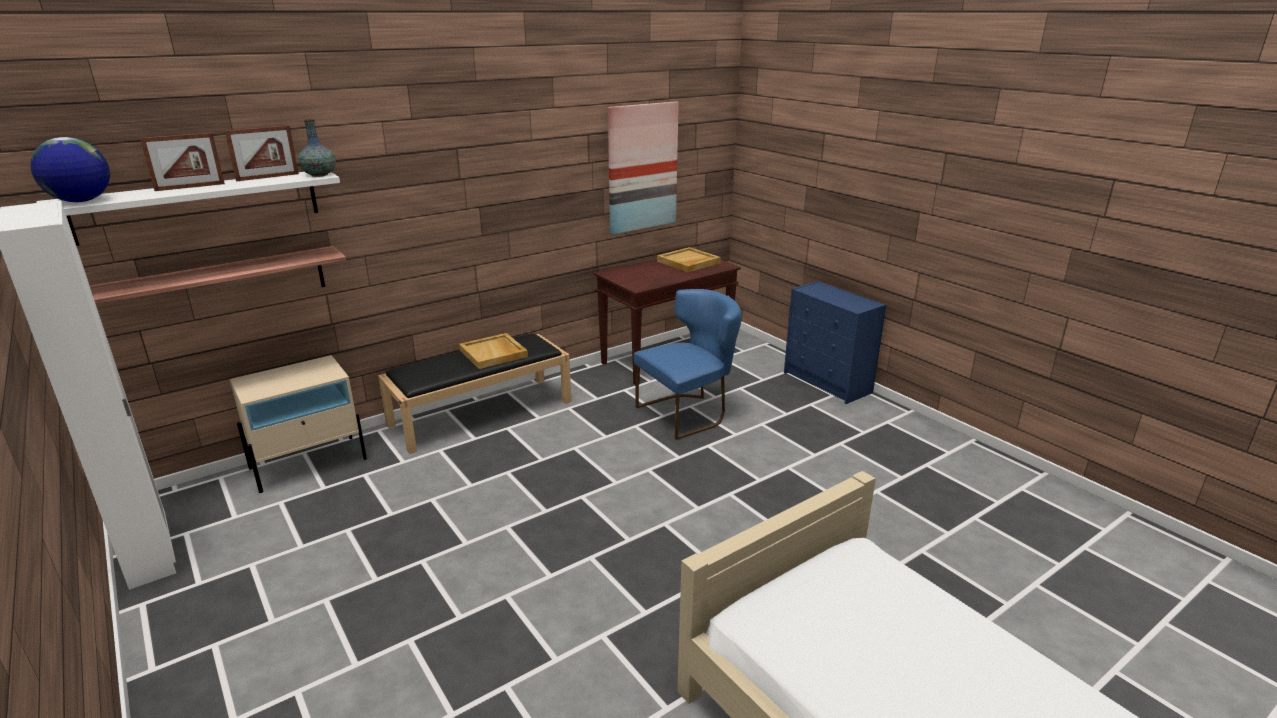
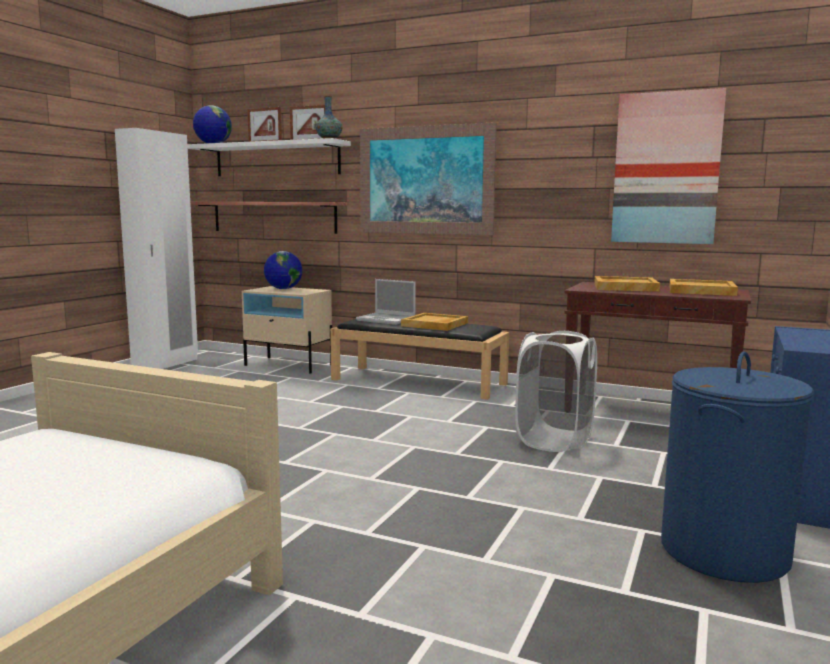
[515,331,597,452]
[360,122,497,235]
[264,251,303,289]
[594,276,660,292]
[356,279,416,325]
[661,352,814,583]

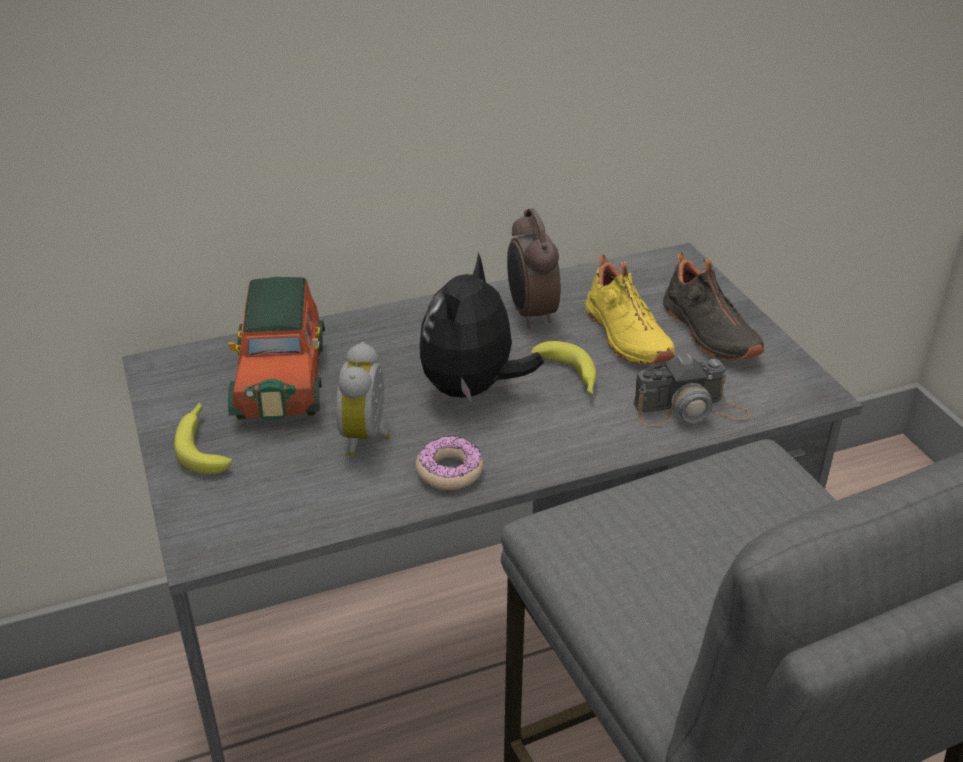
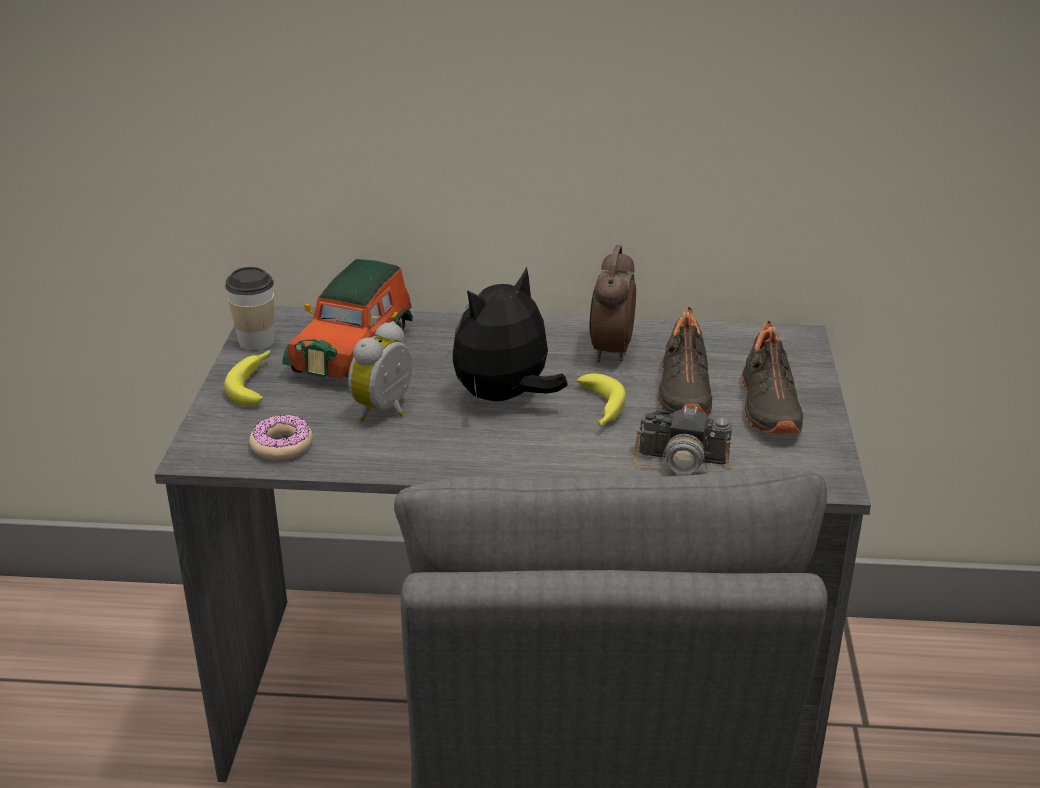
[658,307,712,416]
[249,414,313,460]
[225,267,274,350]

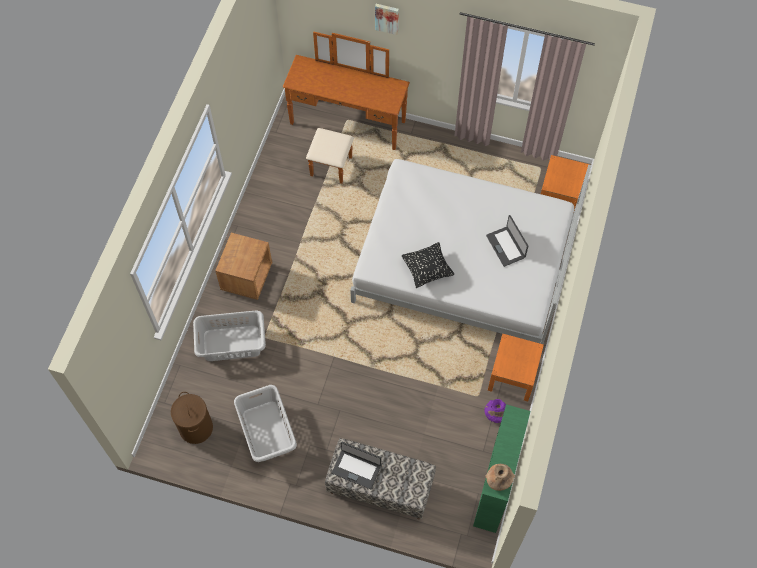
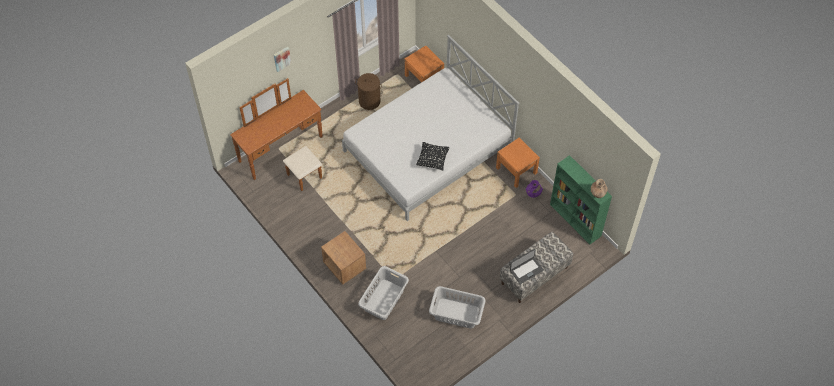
[486,215,528,267] (first image)
[355,73,382,110]

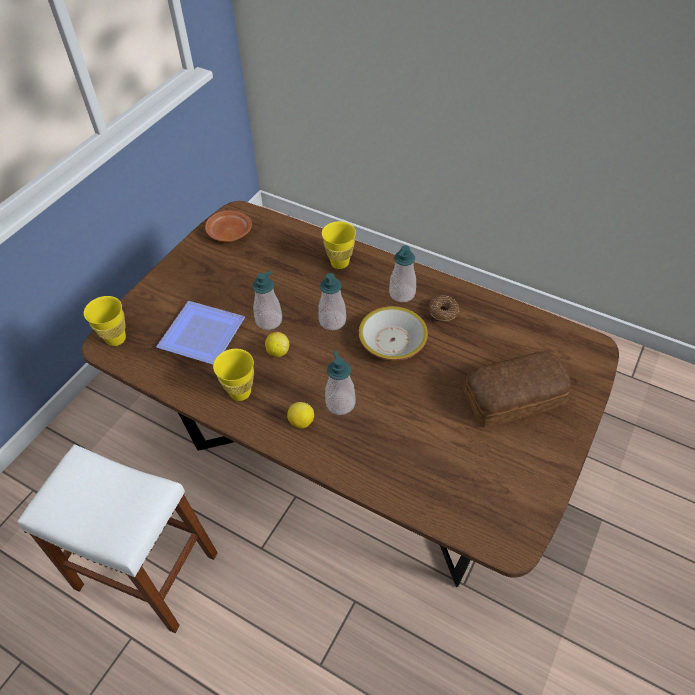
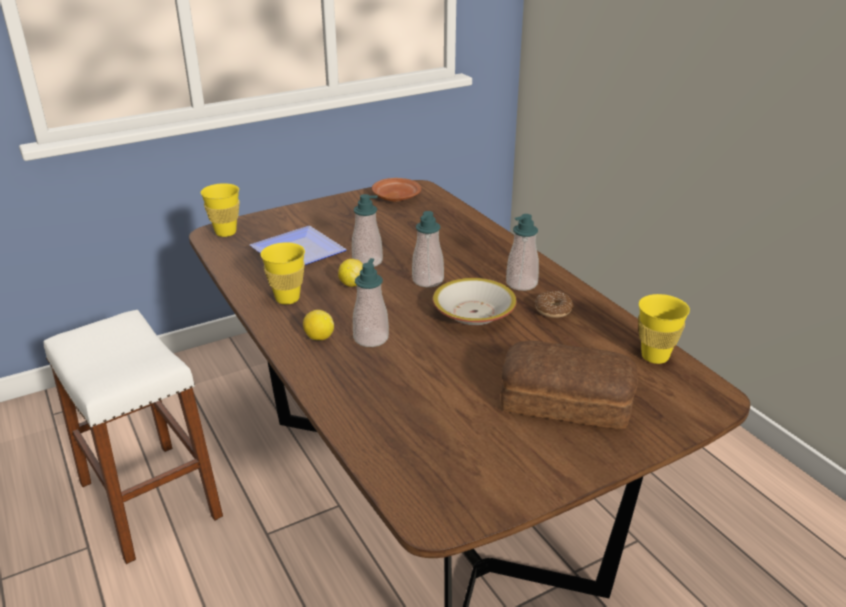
[638,294,690,364]

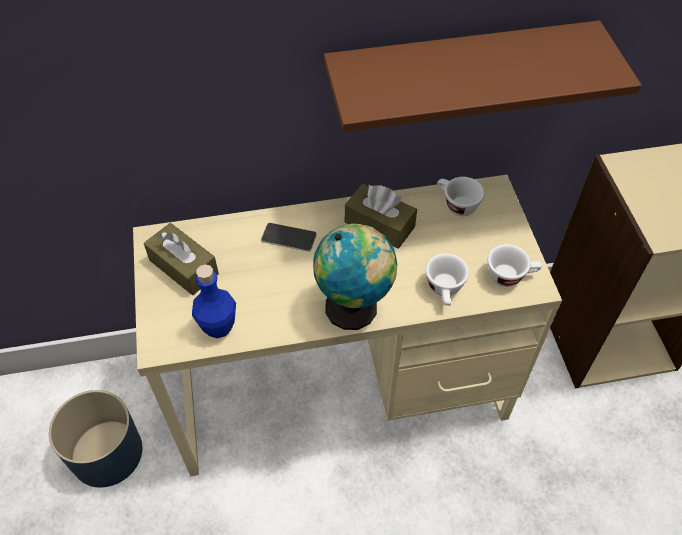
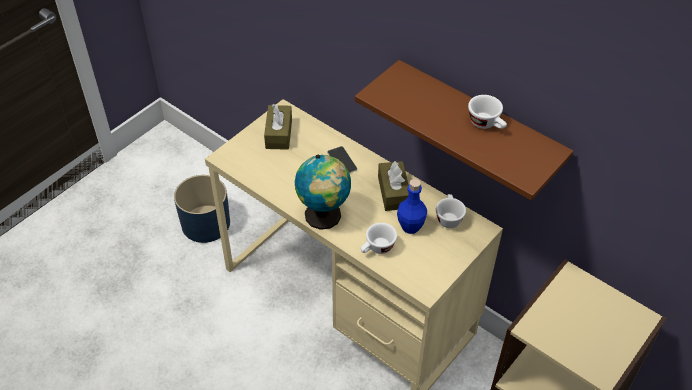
[468,95,507,129]
[397,179,427,234]

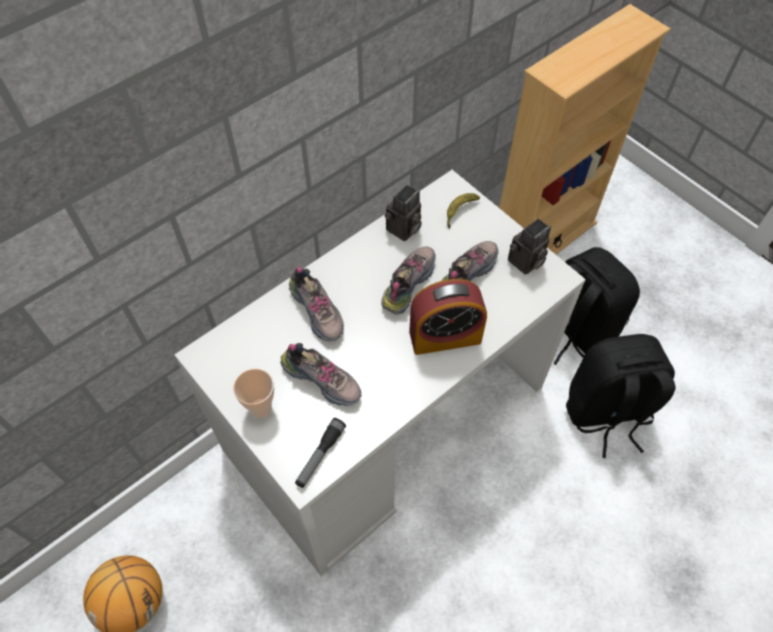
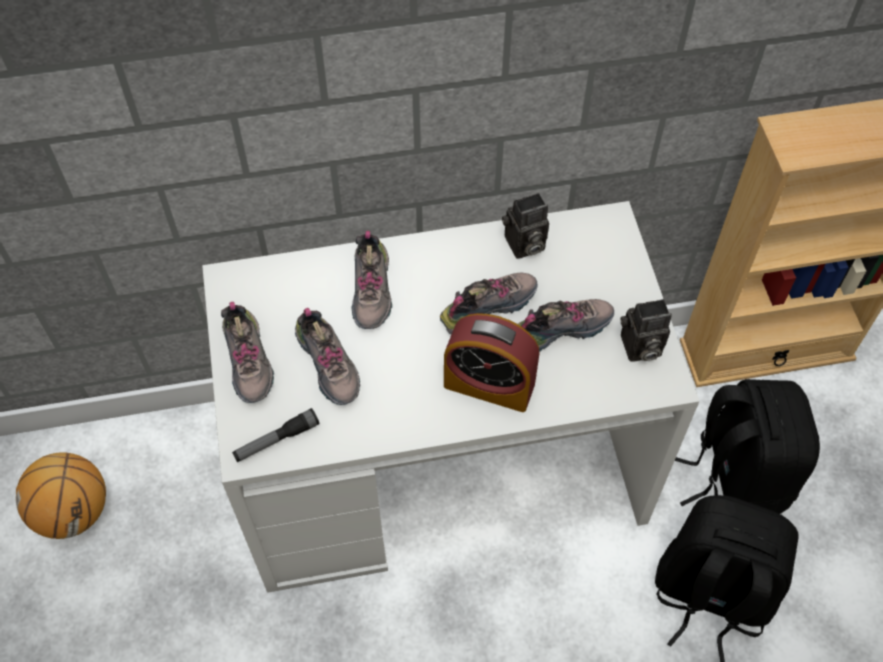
[447,193,480,229] (first image)
[221,302,274,403]

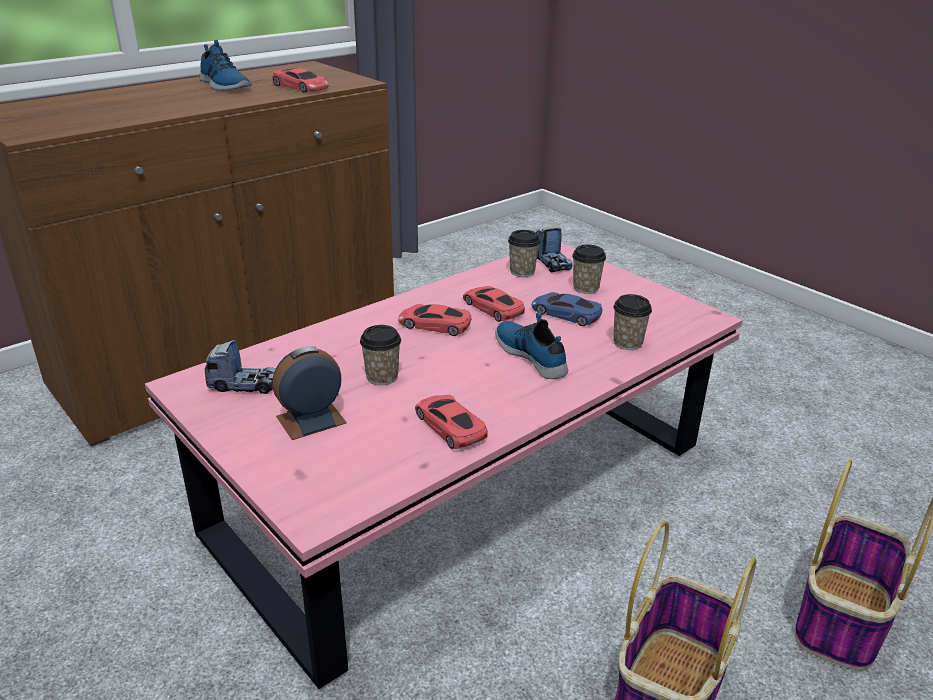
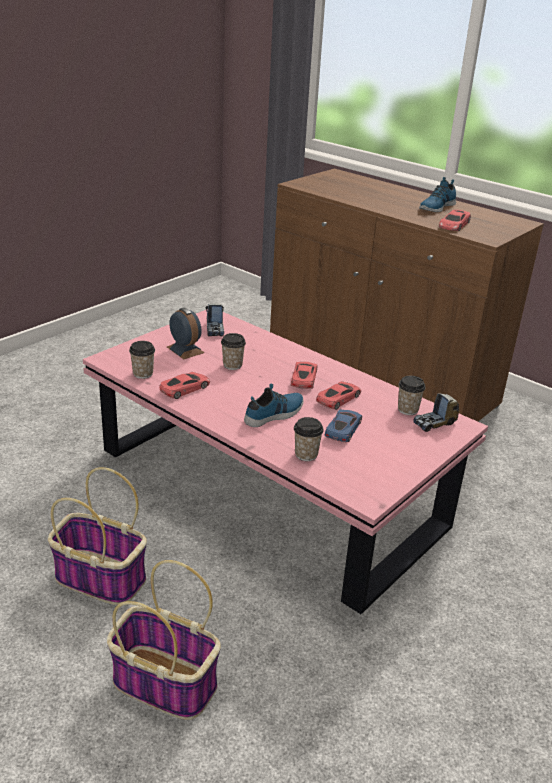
[129,341,155,379]

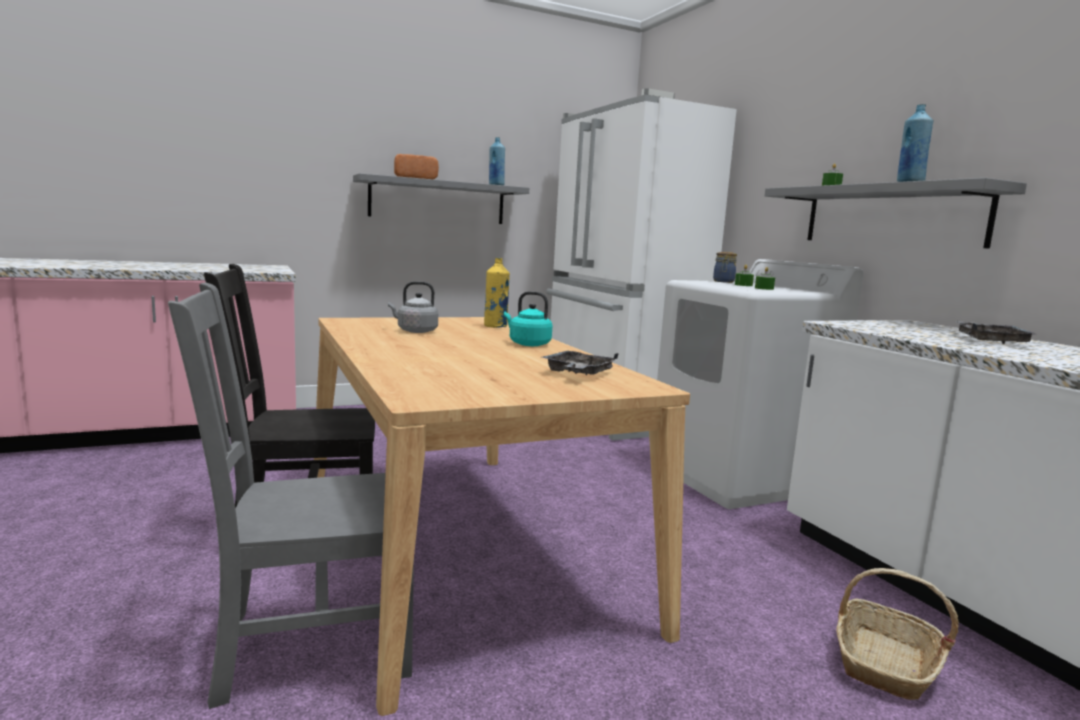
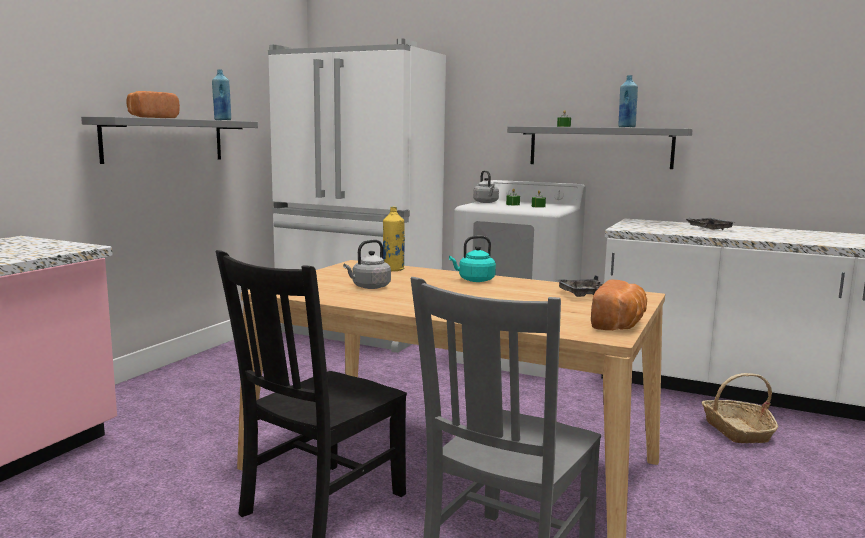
[473,170,499,203]
[591,279,647,330]

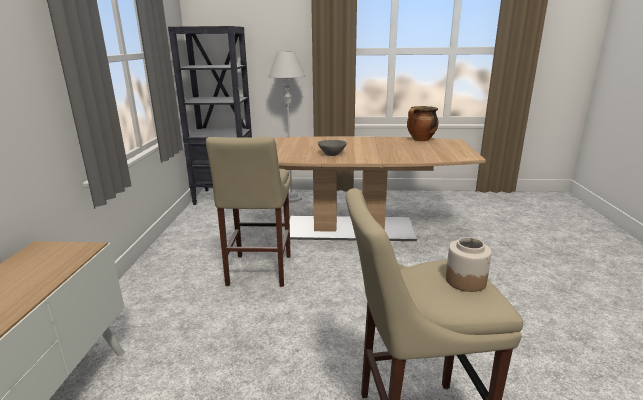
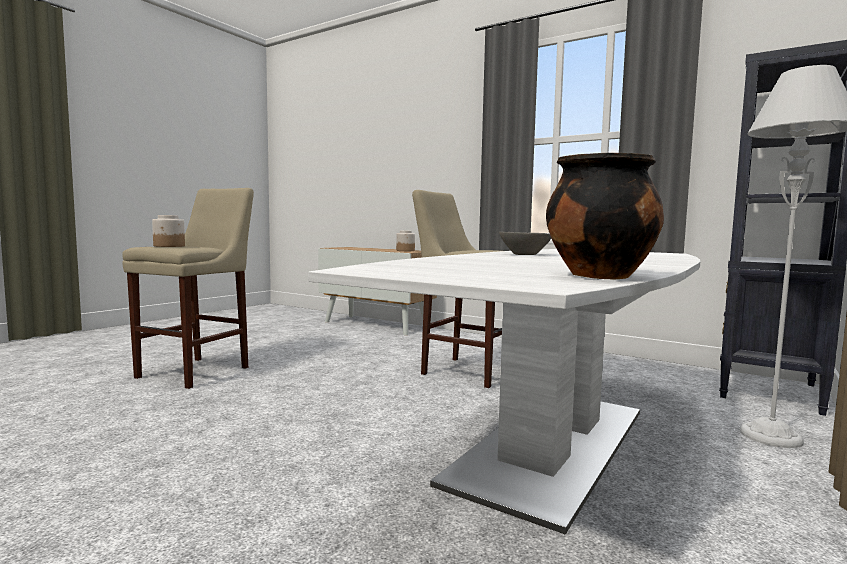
[308,249,700,535]
[396,231,415,251]

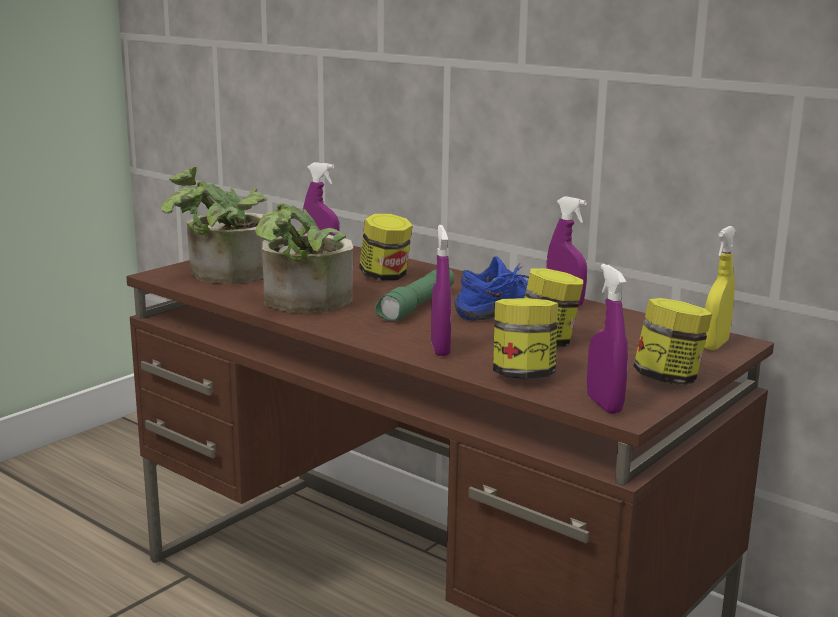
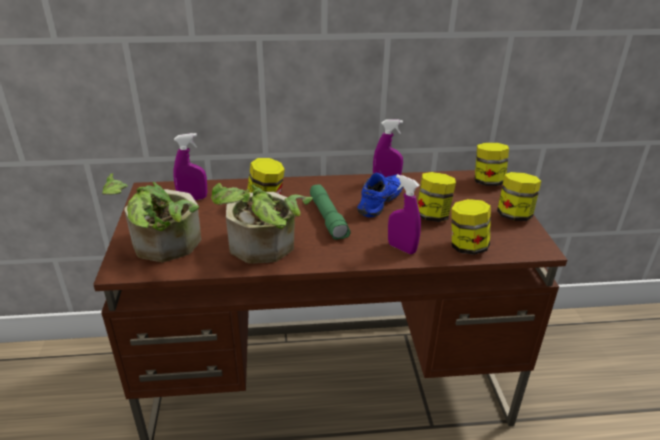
[475,143,509,186]
[587,264,628,414] (first image)

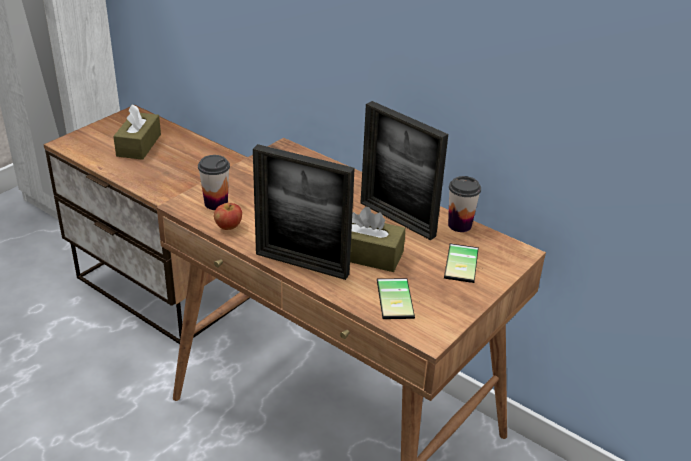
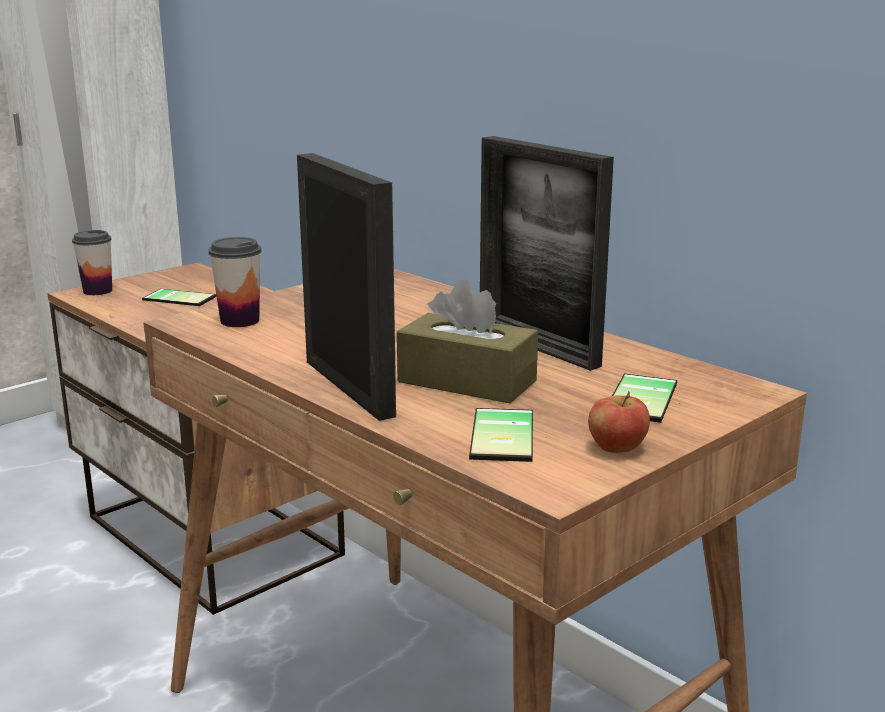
[142,289,217,306]
[297,153,396,421]
[72,230,112,295]
[588,391,650,453]

